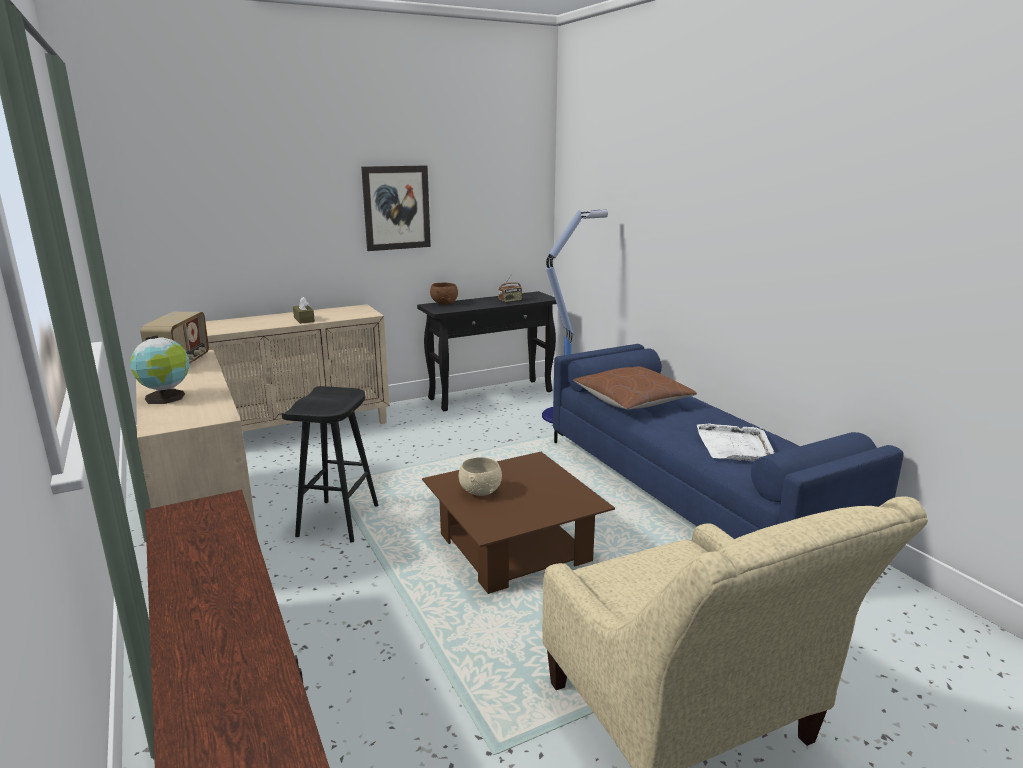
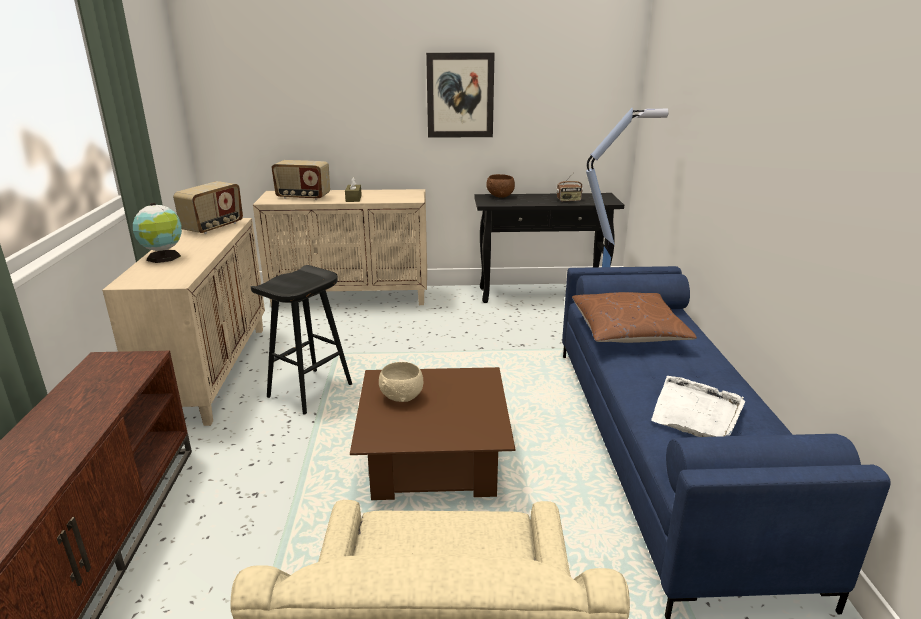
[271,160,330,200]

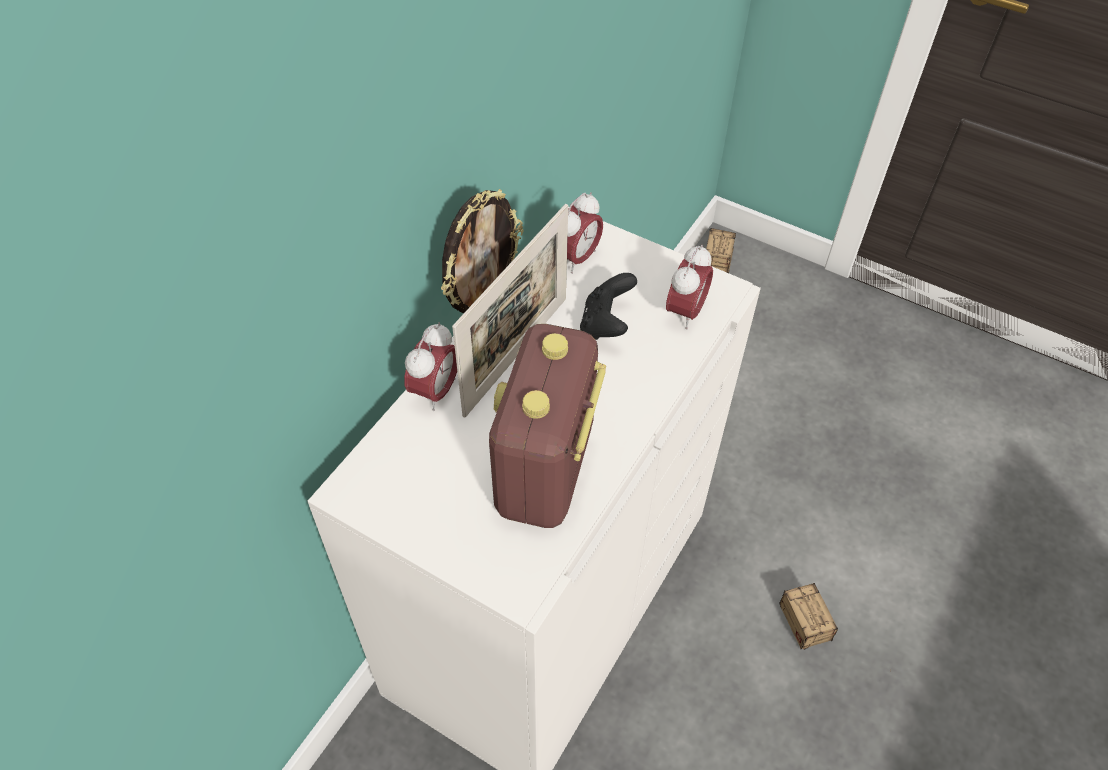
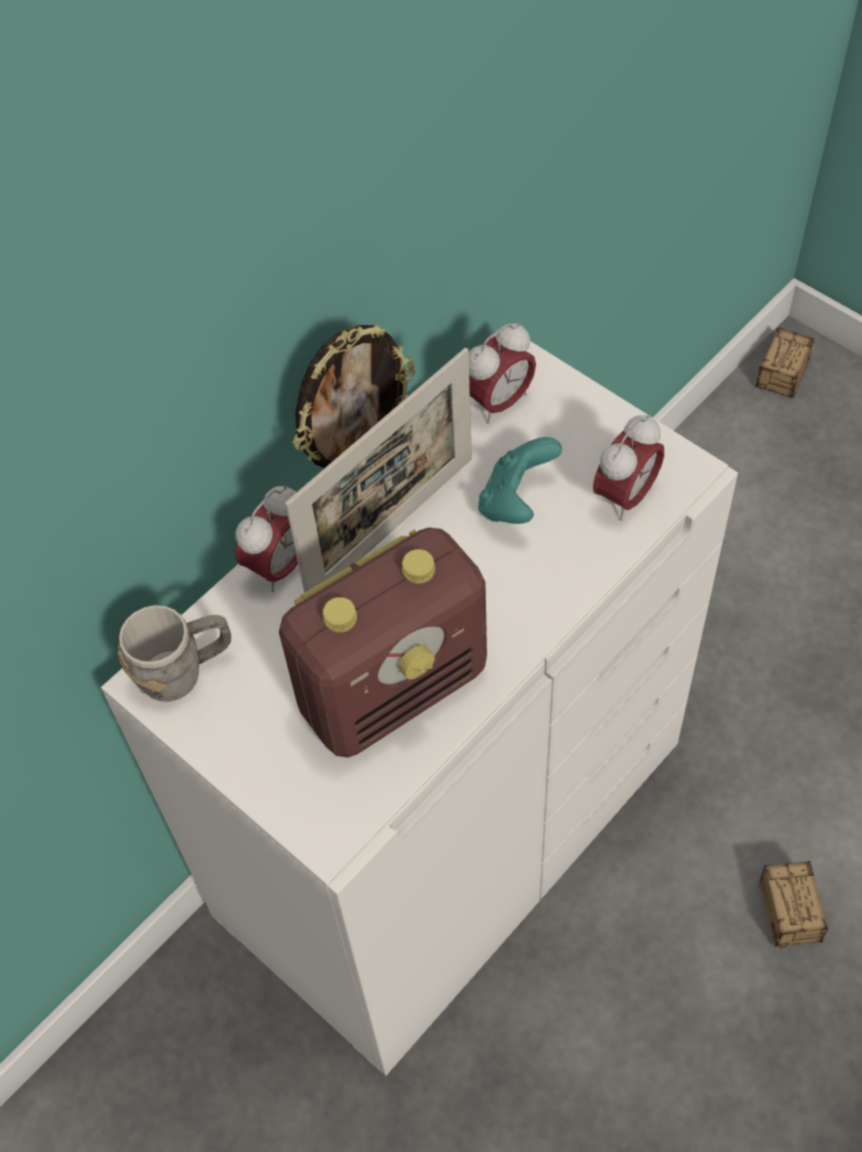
[478,437,562,524]
[279,527,487,758]
[118,605,231,702]

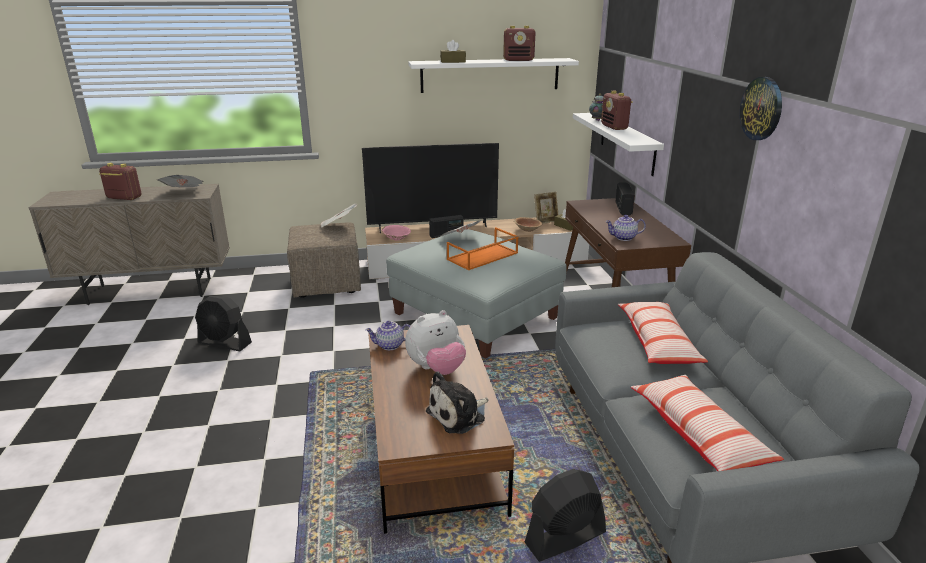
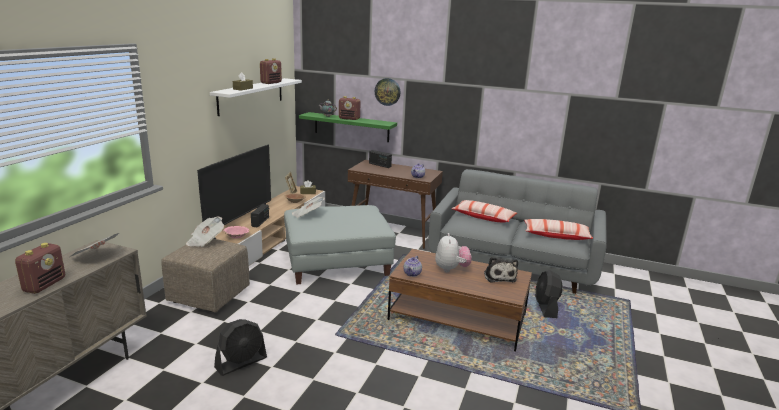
[375,78,400,106]
[299,112,397,142]
[15,243,65,294]
[447,227,519,270] (first image)

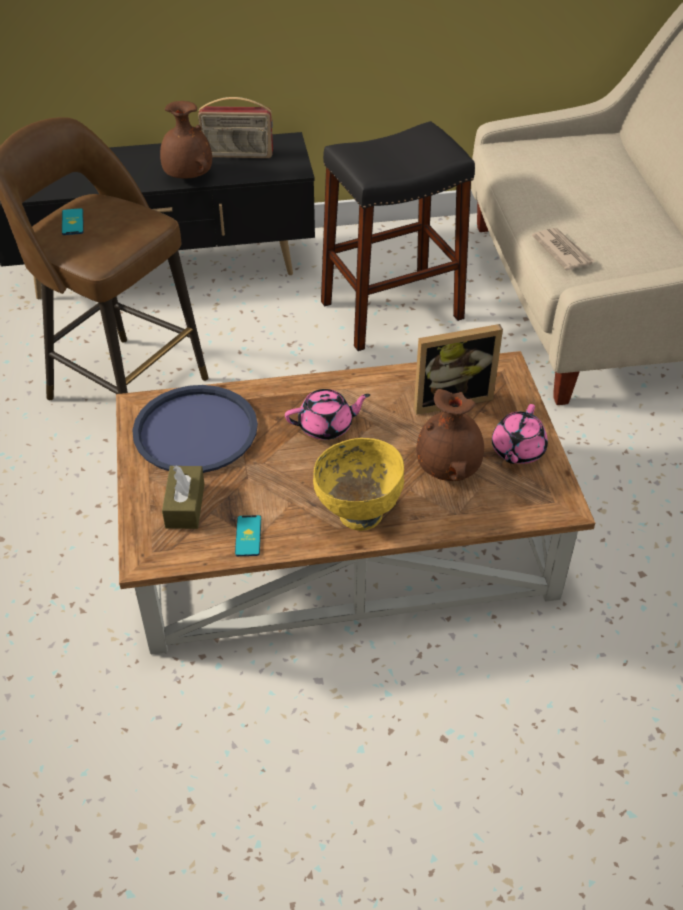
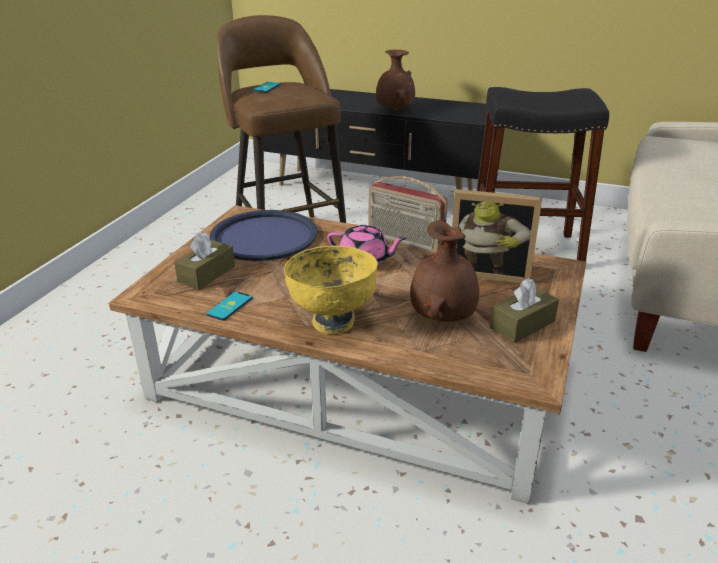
[368,176,448,253]
[532,228,594,271] (first image)
[490,278,559,343]

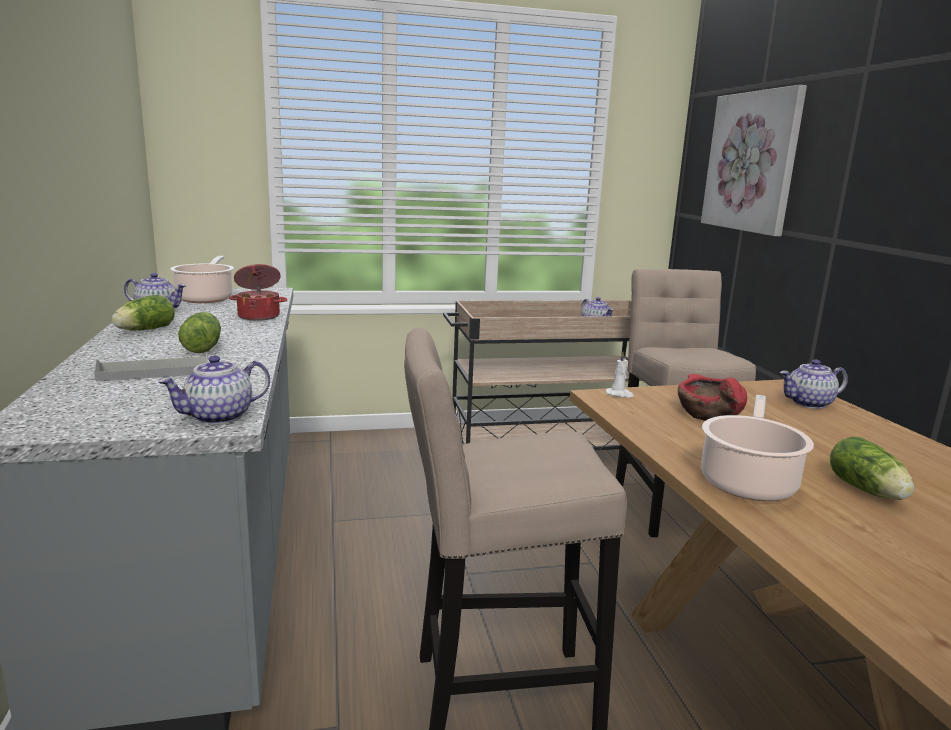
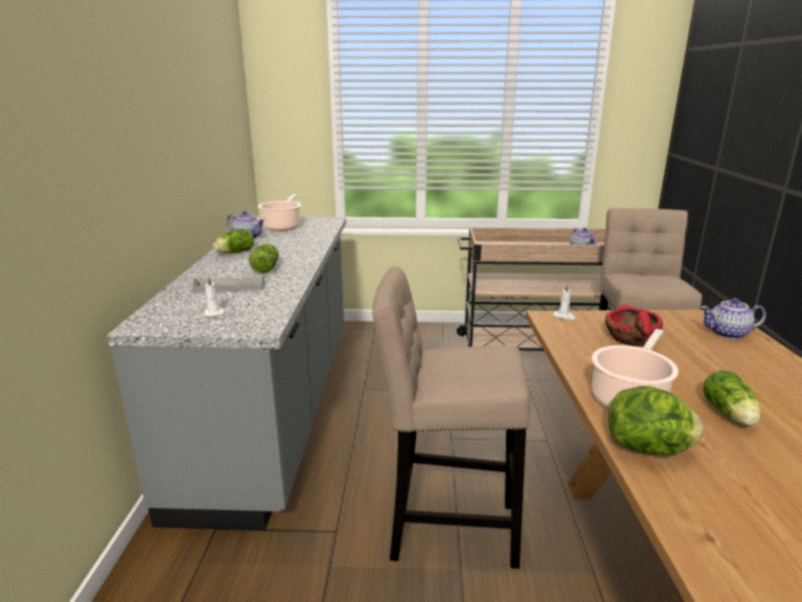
[701,85,807,236] (first image)
[229,264,287,321] (first image)
[158,355,270,425] (first image)
[203,277,225,317]
[608,386,703,455]

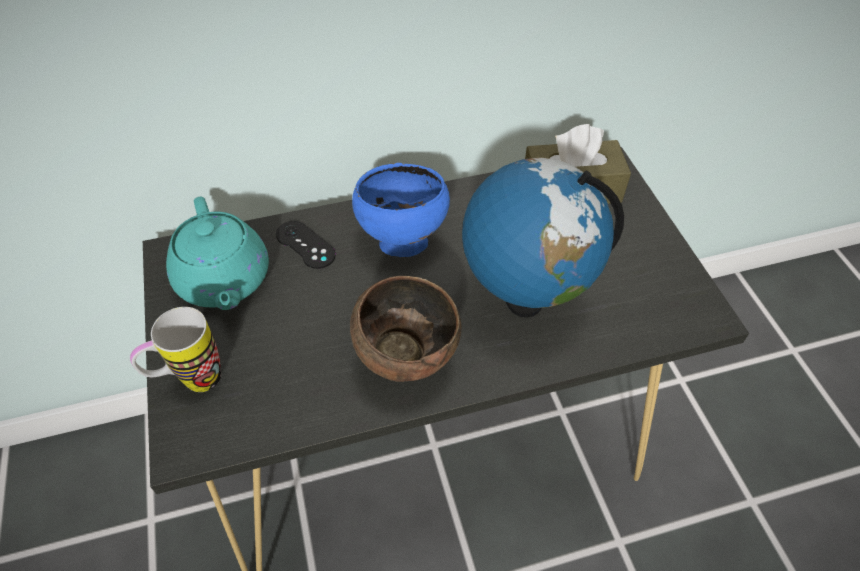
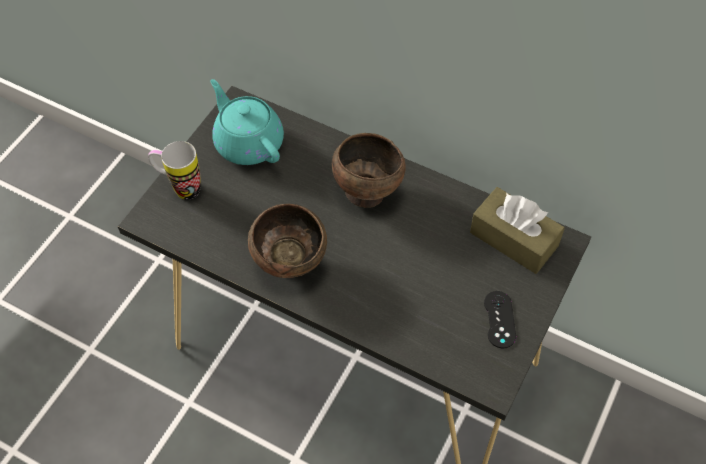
[462,158,624,318] (first image)
[332,133,406,208]
[211,79,284,165]
[484,291,516,349]

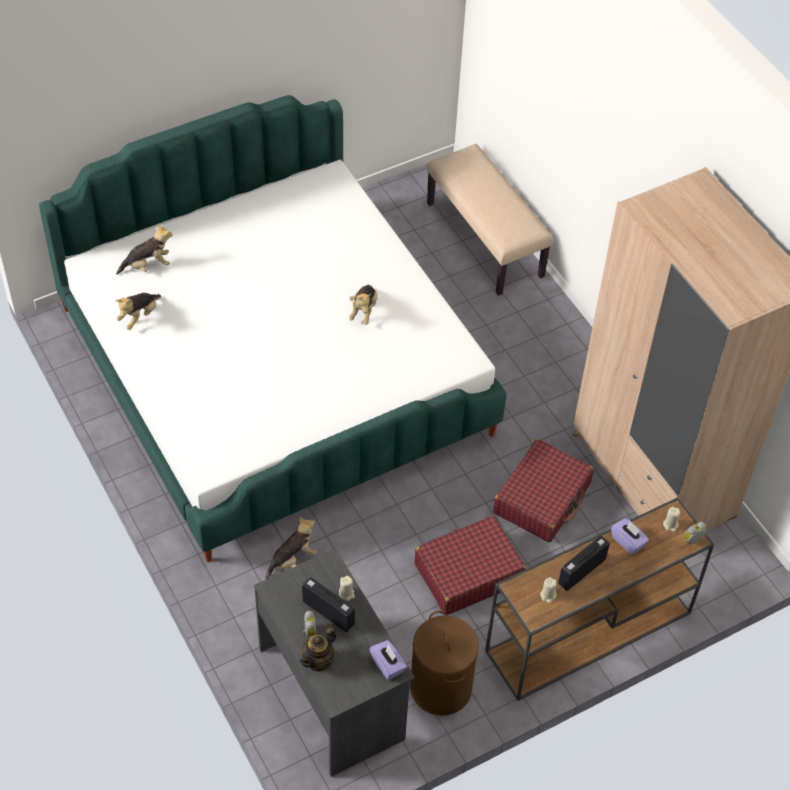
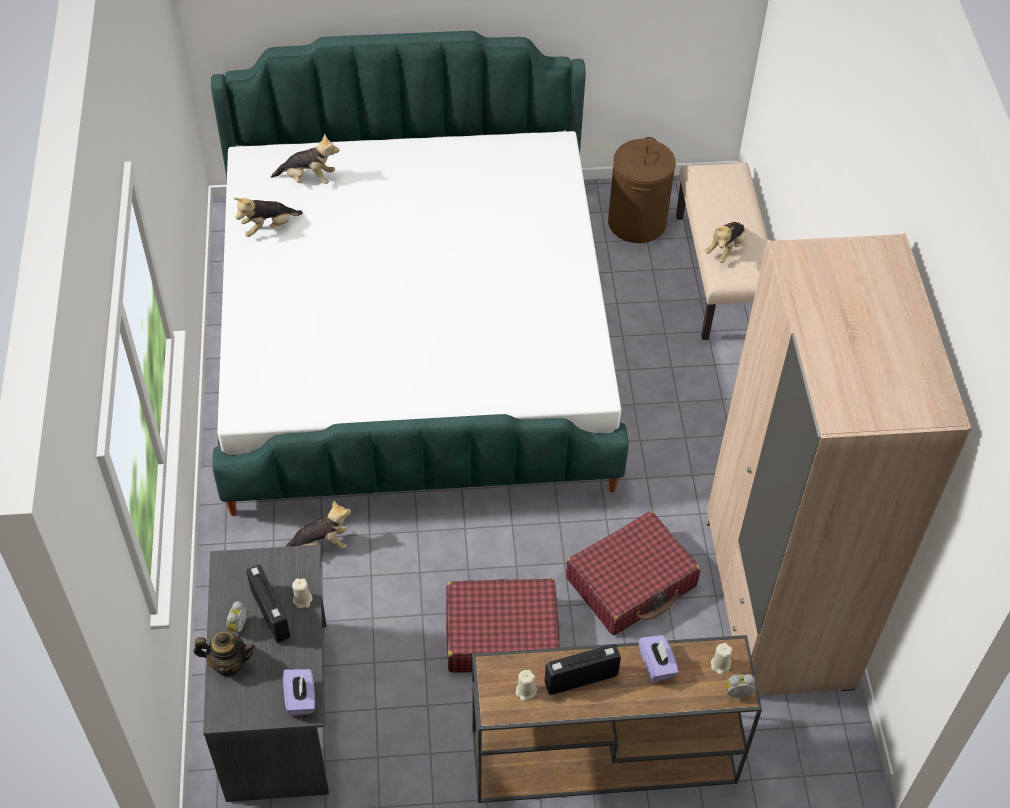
[705,222,746,263]
[608,137,676,243]
[194,632,255,676]

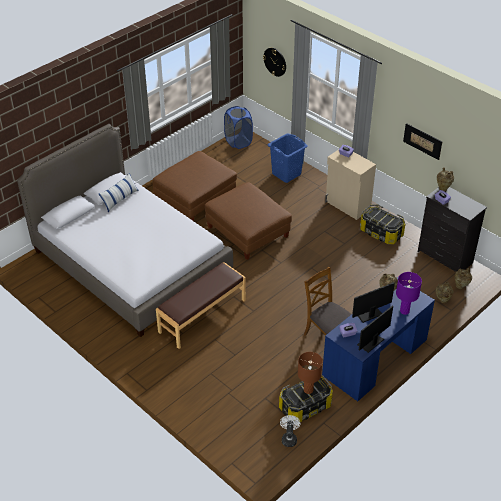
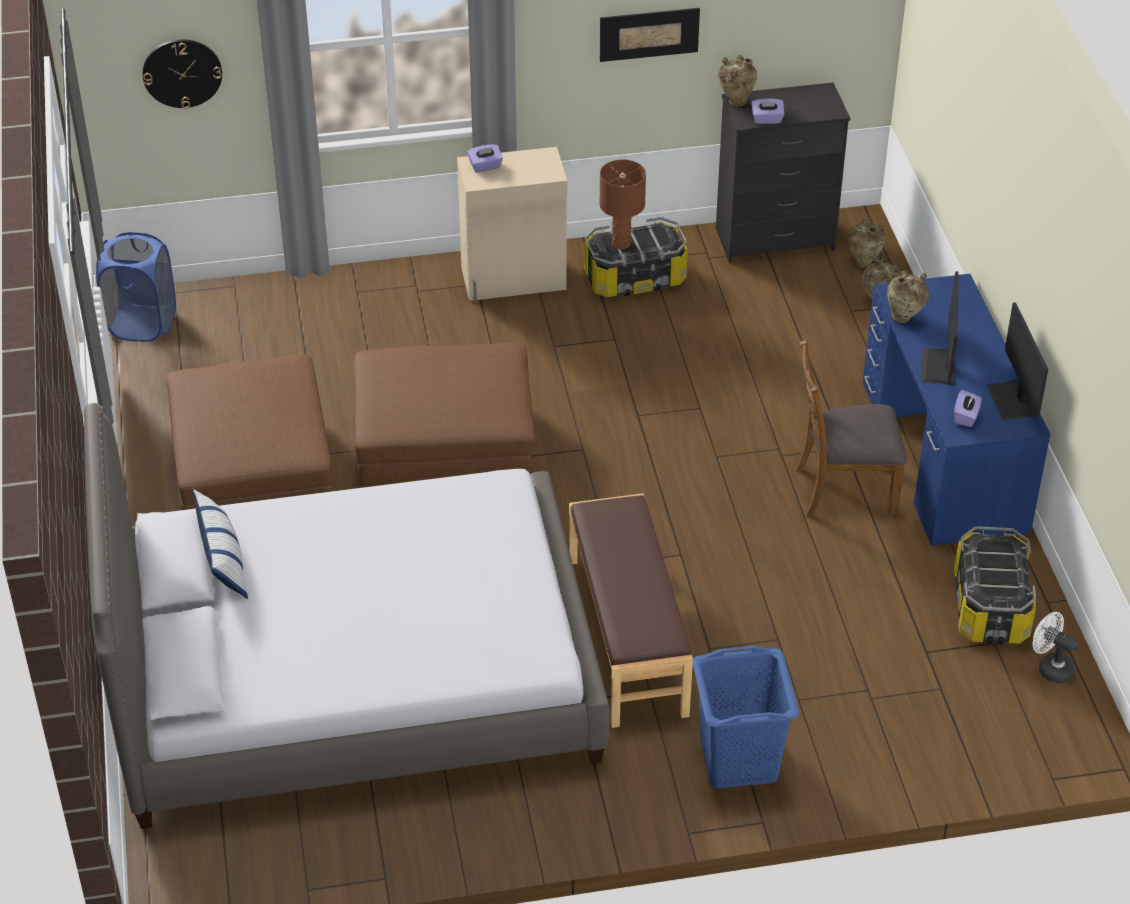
[692,646,799,788]
[396,272,422,315] (first image)
[599,159,646,249]

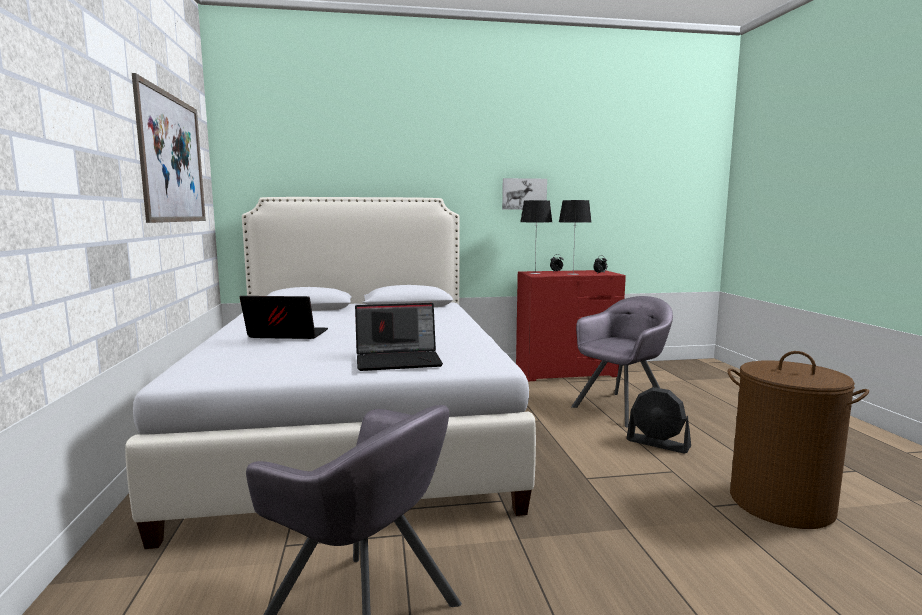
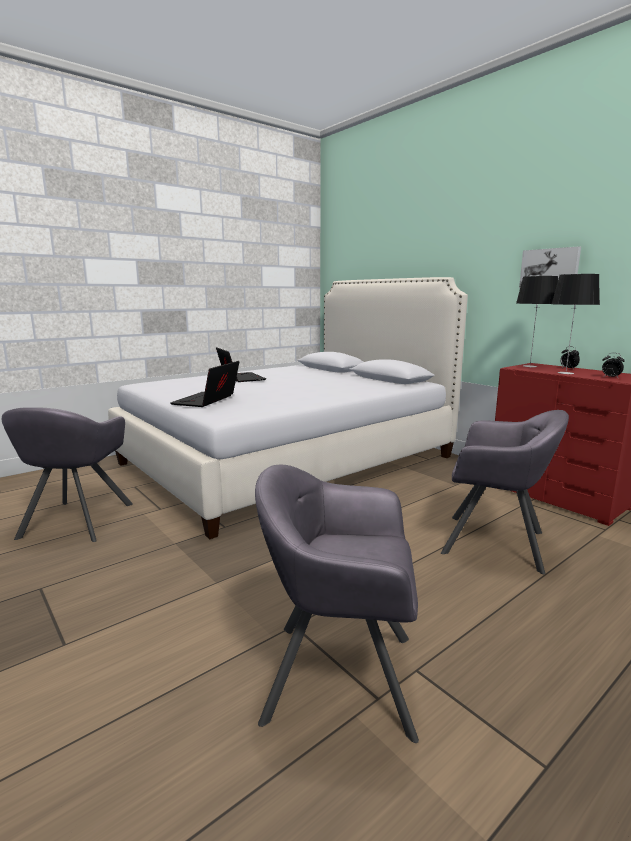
[132,73,206,223] (first image)
[170,361,239,407]
[255,465,419,743]
[626,387,691,454] (first image)

